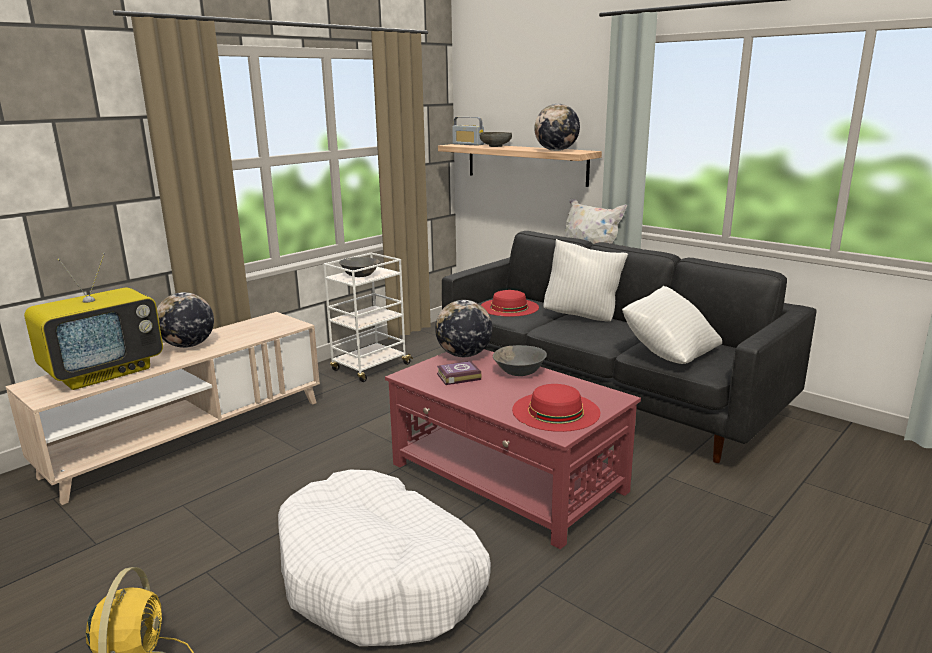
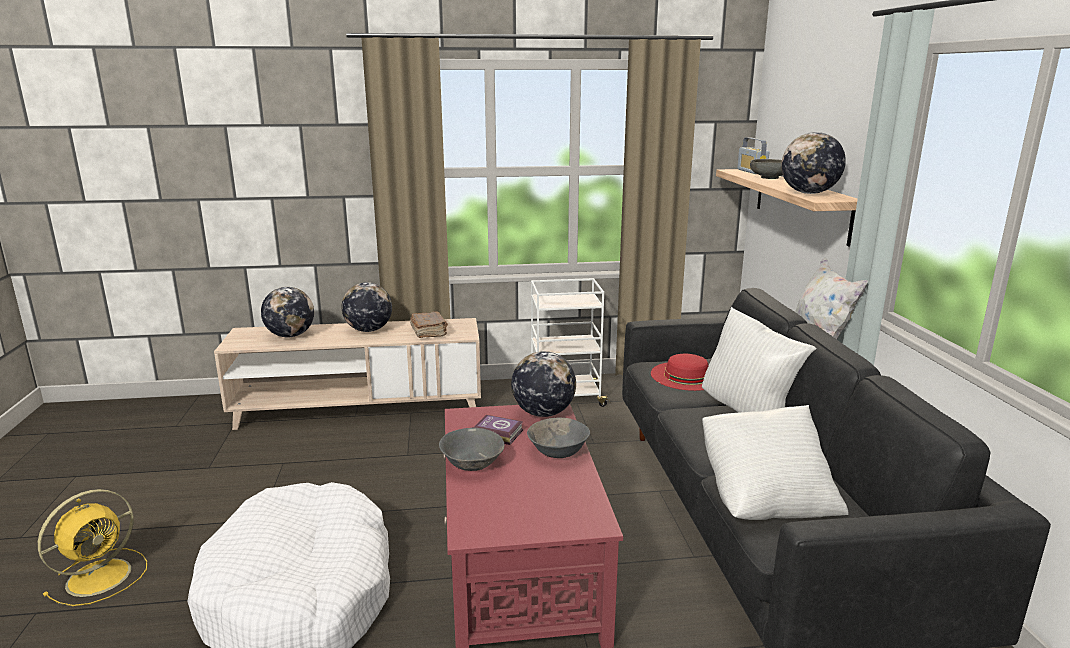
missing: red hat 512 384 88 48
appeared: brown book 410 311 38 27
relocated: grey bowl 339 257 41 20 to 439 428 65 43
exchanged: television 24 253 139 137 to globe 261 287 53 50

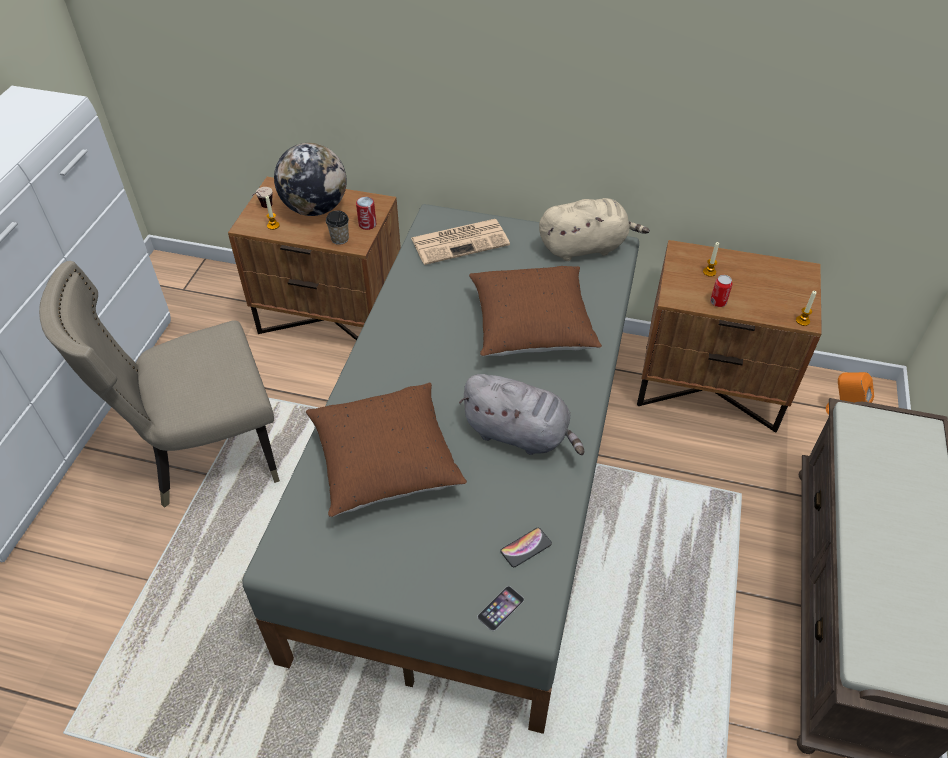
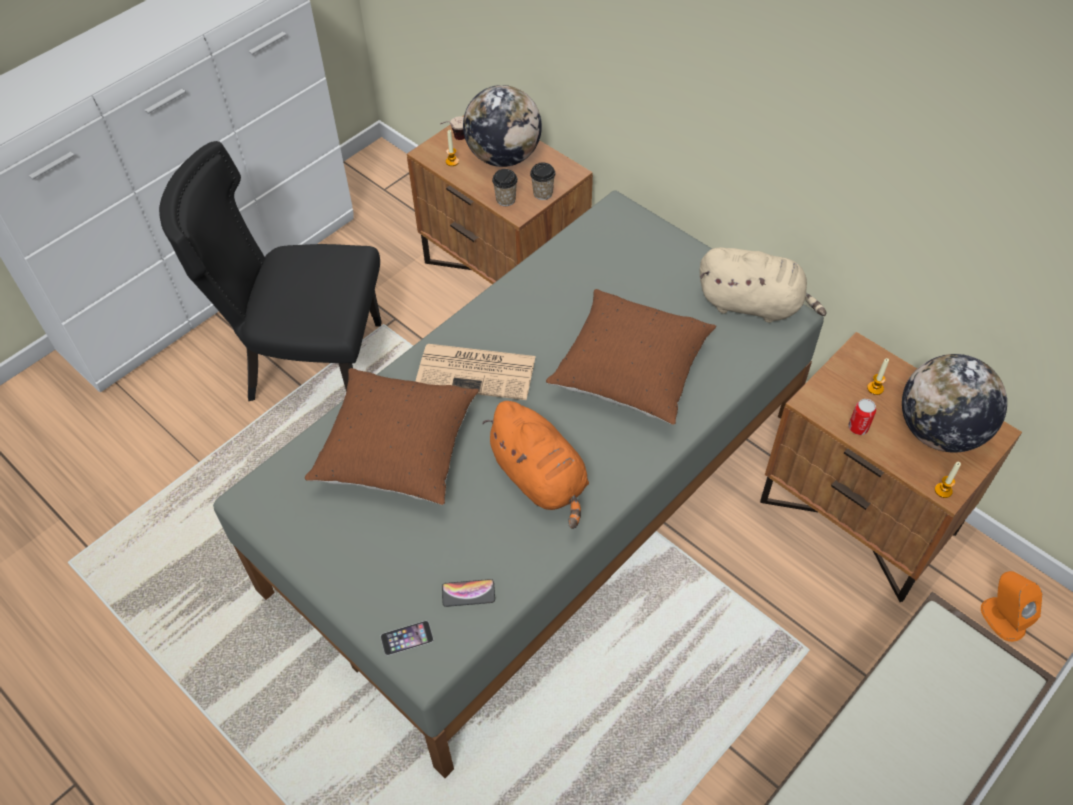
appeared: globe 902 354 105 99
relocated: newspaper 411 219 99 46 to 415 344 121 56
exchanged: can 356 197 20 33 to cup 530 163 26 37
colour: beige chair 39 261 241 247 to black chair 159 141 223 260; grey plush toy 459 374 125 81 to orange plush toy 482 401 107 128

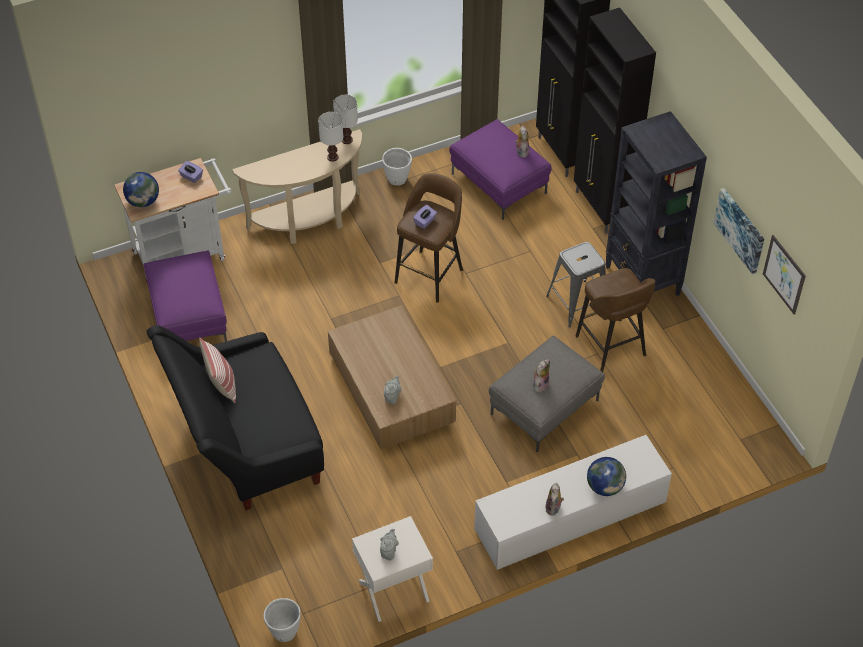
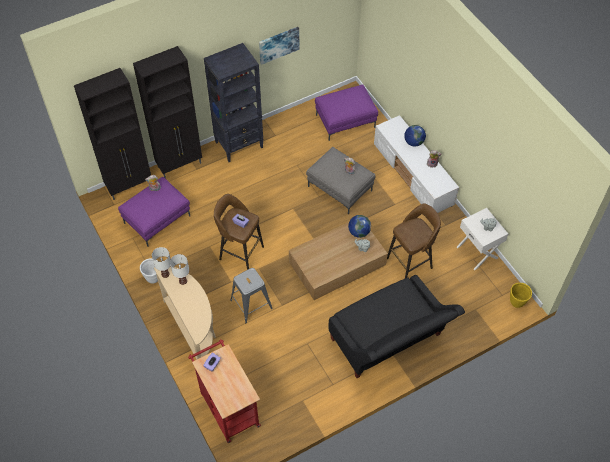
missing: pillow 199 337 37 66; picture 763 235 43 79
relocated: globe 123 172 36 35 to 348 215 23 23; purple ottoman 144 251 83 91 to 315 85 63 56; grey stool 546 242 60 85 to 230 268 43 55; brown stool 575 268 81 104 to 387 203 54 75
colour: white cart 114 158 118 123 to red cart 188 339 73 104; white planter 264 598 37 44 to yellow planter 510 283 22 25

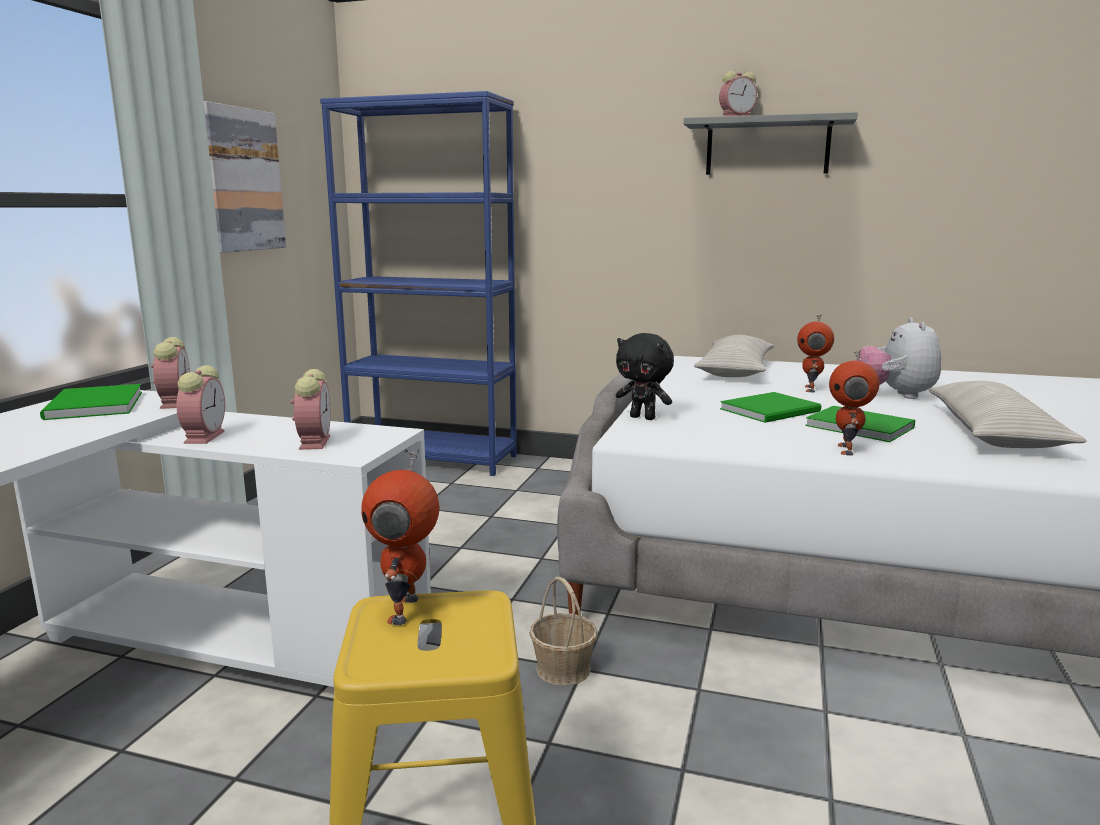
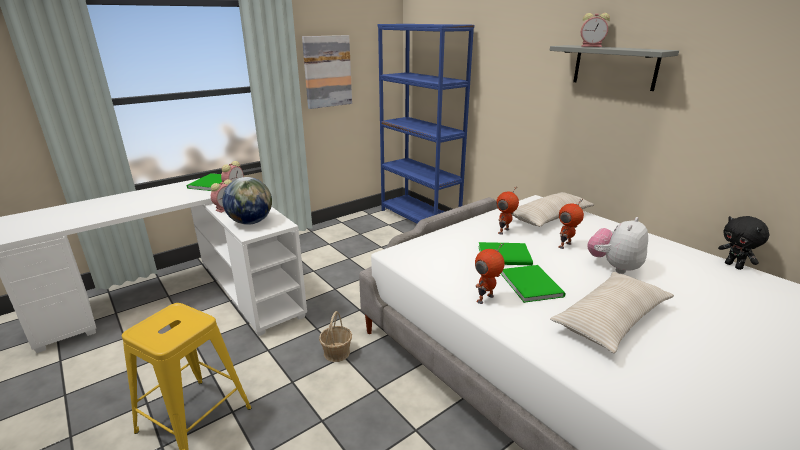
relocated: toy robot 361 449 78 176 to 496 187 23 48; black plush toy 616 333 58 87 to 718 216 51 54
exchanged: alarm clock 291 369 39 81 to globe 222 177 50 48

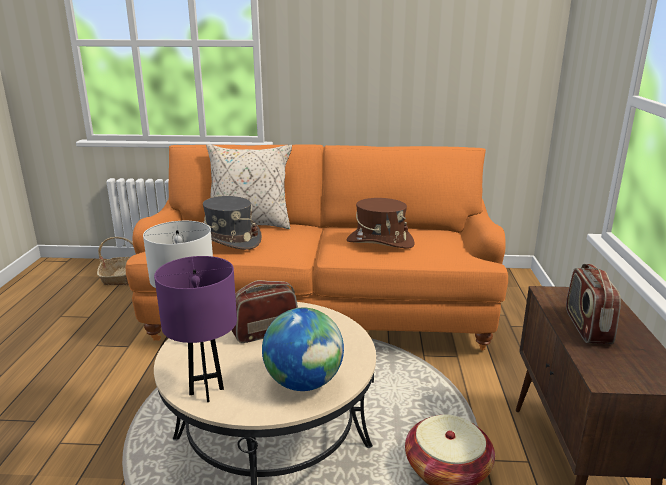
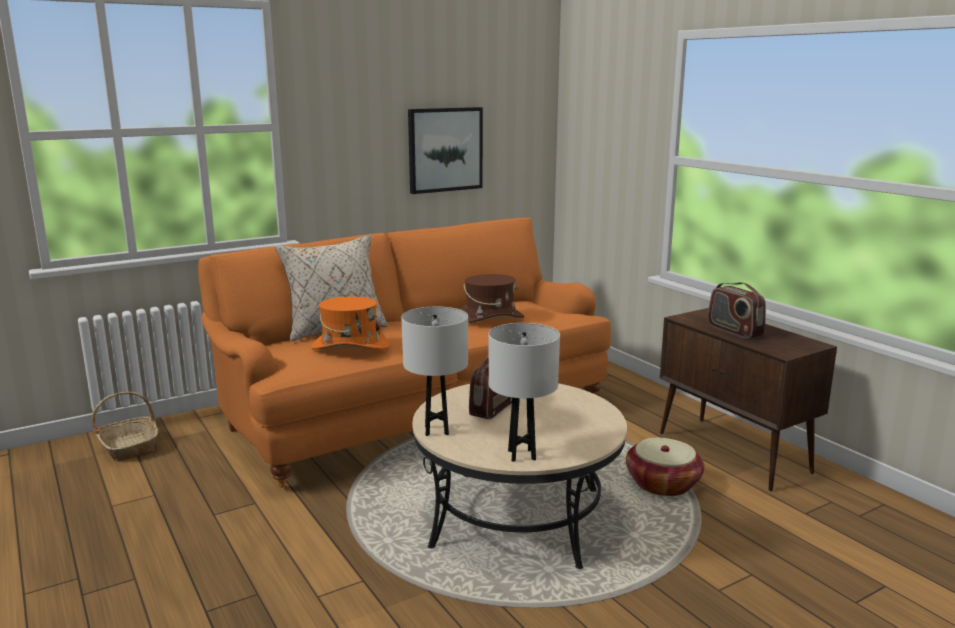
missing: globe 262 308 82 83
appeared: picture 408 107 75 87
colour: purple table lamp 154 256 83 146 to white table lamp 488 323 72 139; grey hat 203 196 59 54 to orange hat 311 297 78 53

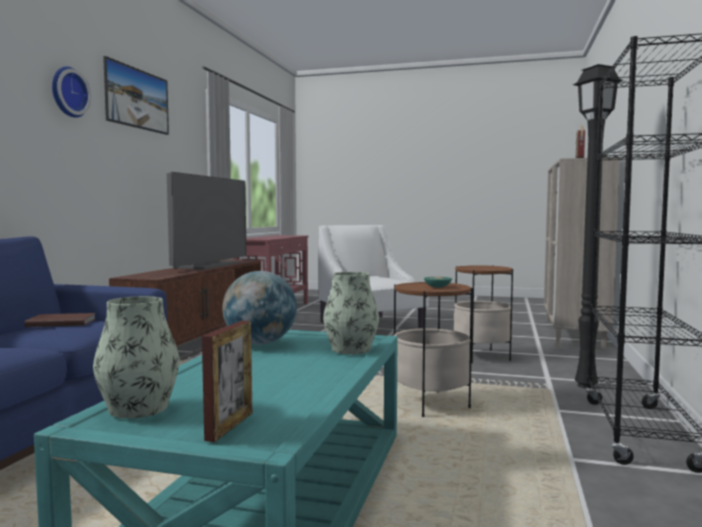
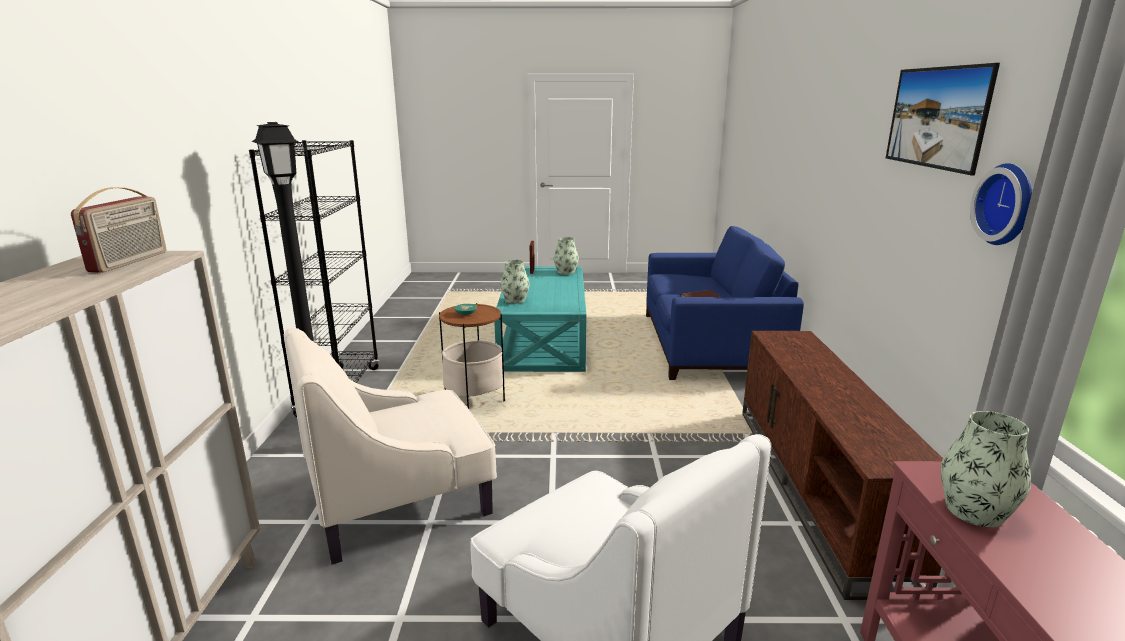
missing: television 167 172 80 97; globe 223 271 74 74
appeared: vase 941 411 90 116
relocated: wall clock 52 66 39 52 to 970 163 63 82
exchanged: side table 454 265 59 98 to beige armchair 284 328 213 237

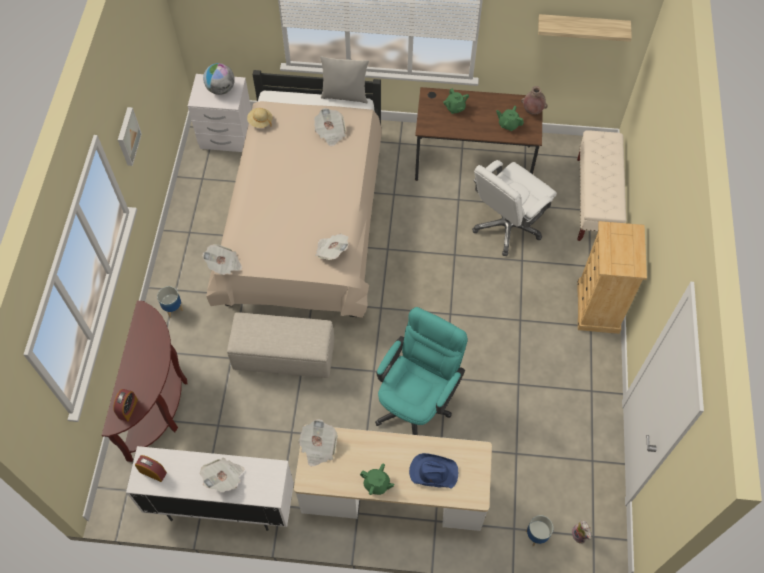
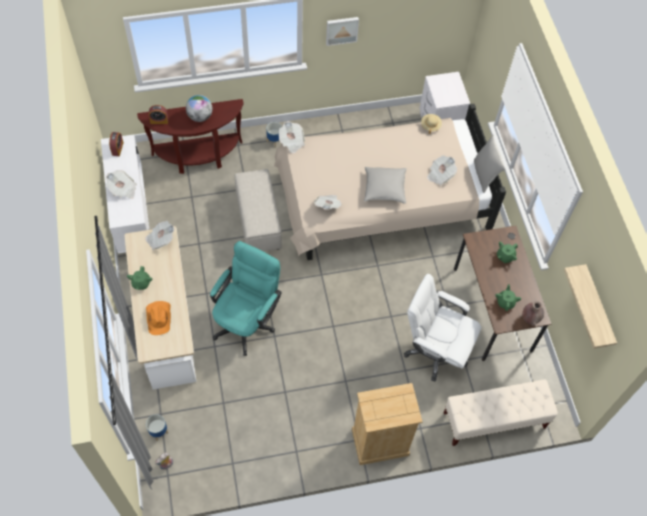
appeared: grey pillow 364 167 43 37
relocated: globe 203 63 32 32 to 186 95 27 27
colour: blue hat 409 453 49 35 to orange hat 146 301 25 34
spun: turquoise office chair 375 307 93 128 = 210 241 72 115 75 degrees counterclockwise

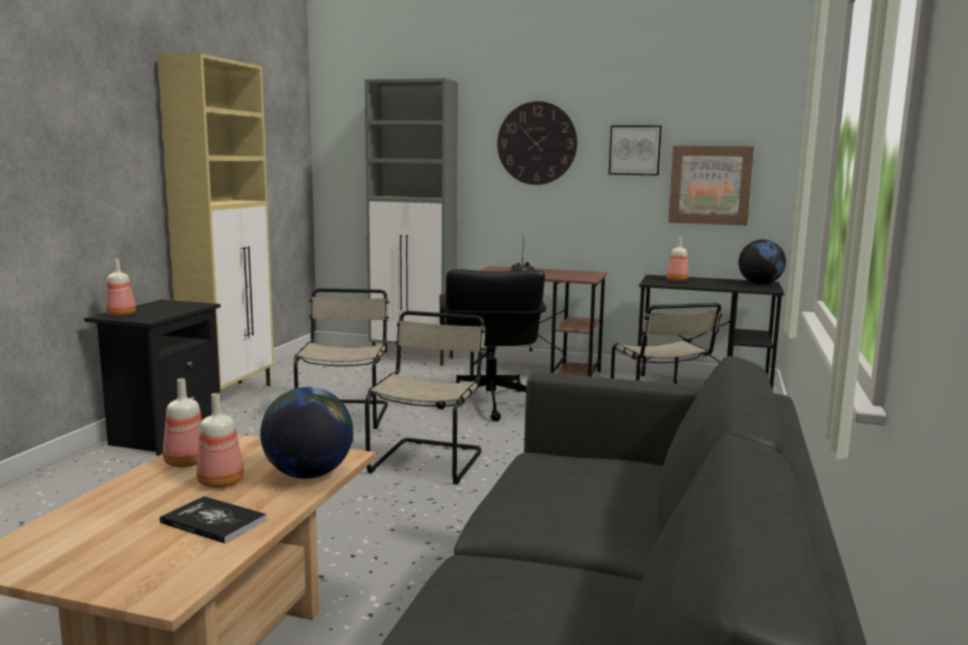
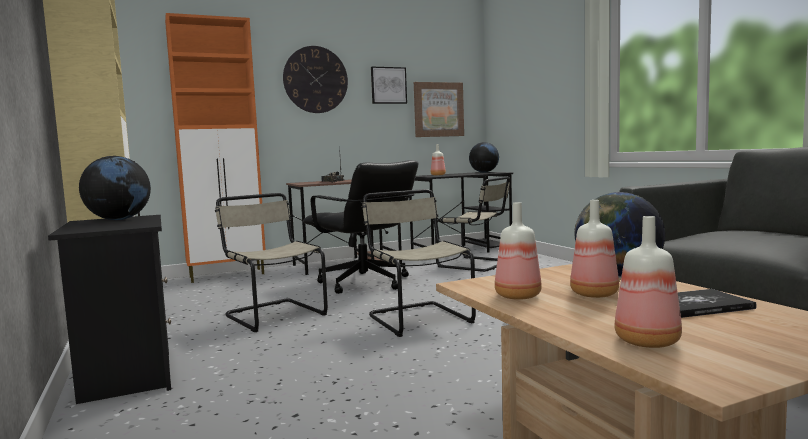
appeared: globe 79 156 72 64
relocated: bottle 106 259 30 58 to 615 216 67 132
colour: grey cabinet 365 78 93 288 to orange cabinet 165 13 100 270

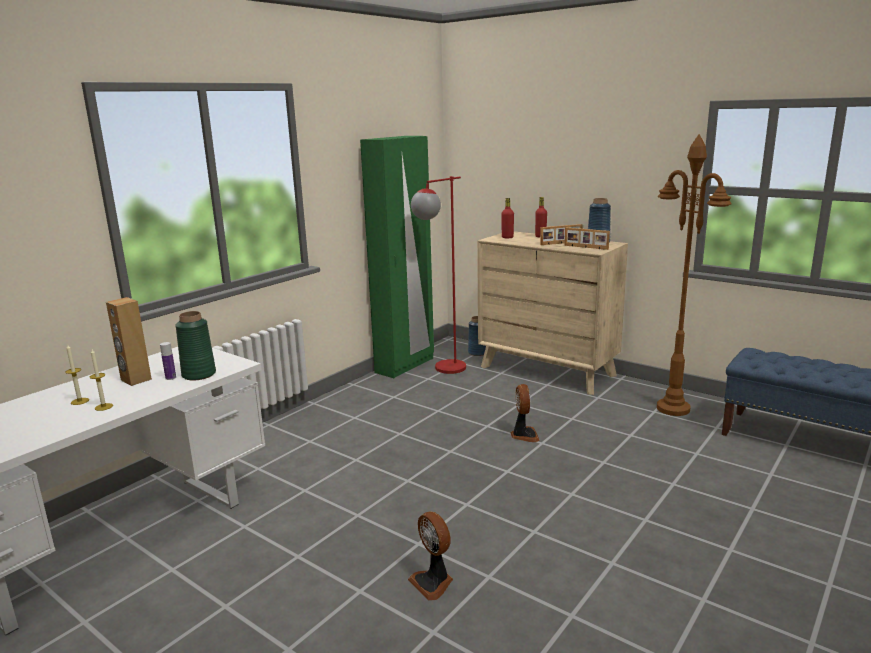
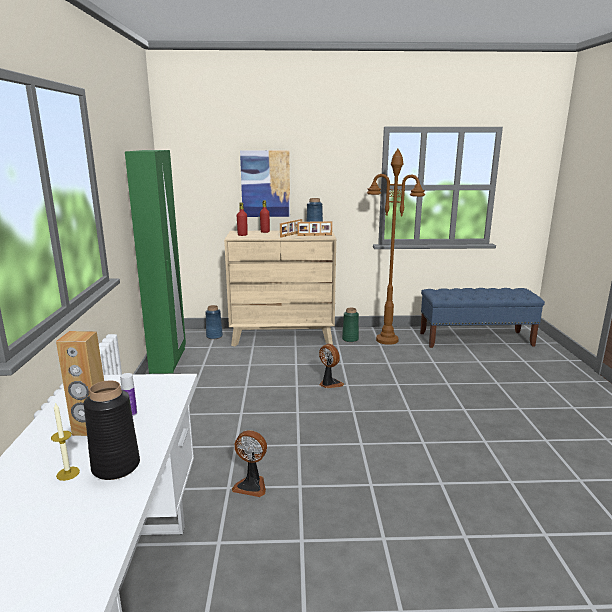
missing: red floor lamp 411 176 55 198
appeared: picture 240 150 50 67
relocated: green vase 175 311 41 69 to 342 308 17 34; fan 408 511 45 89 to 232 430 35 67
exchanged: candle 90 349 23 62 to black vase 83 380 57 100

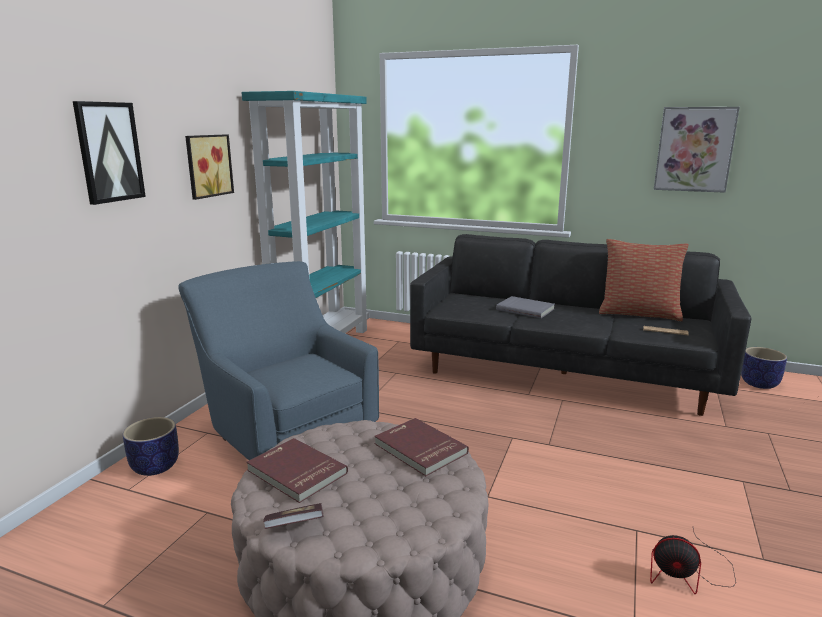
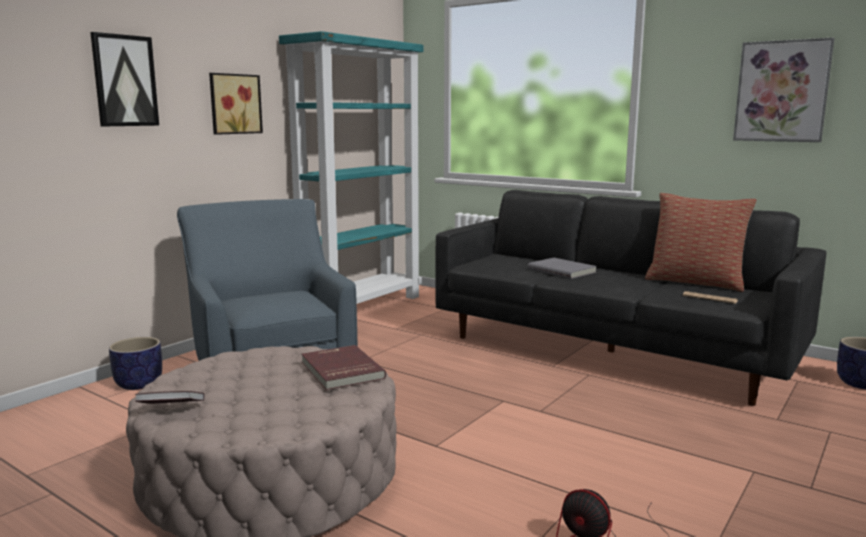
missing: red book 246 438 102 65

